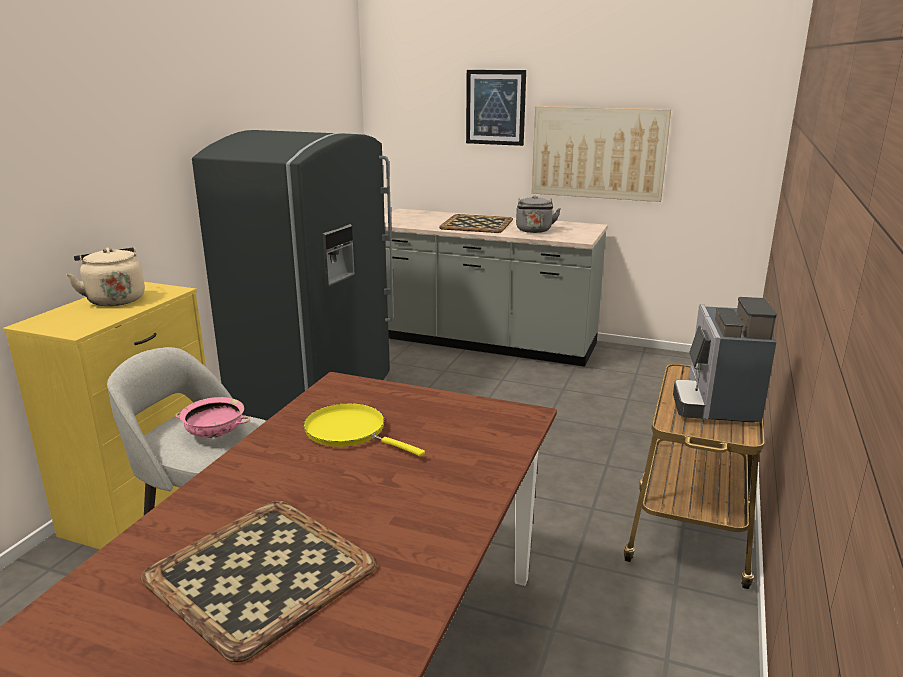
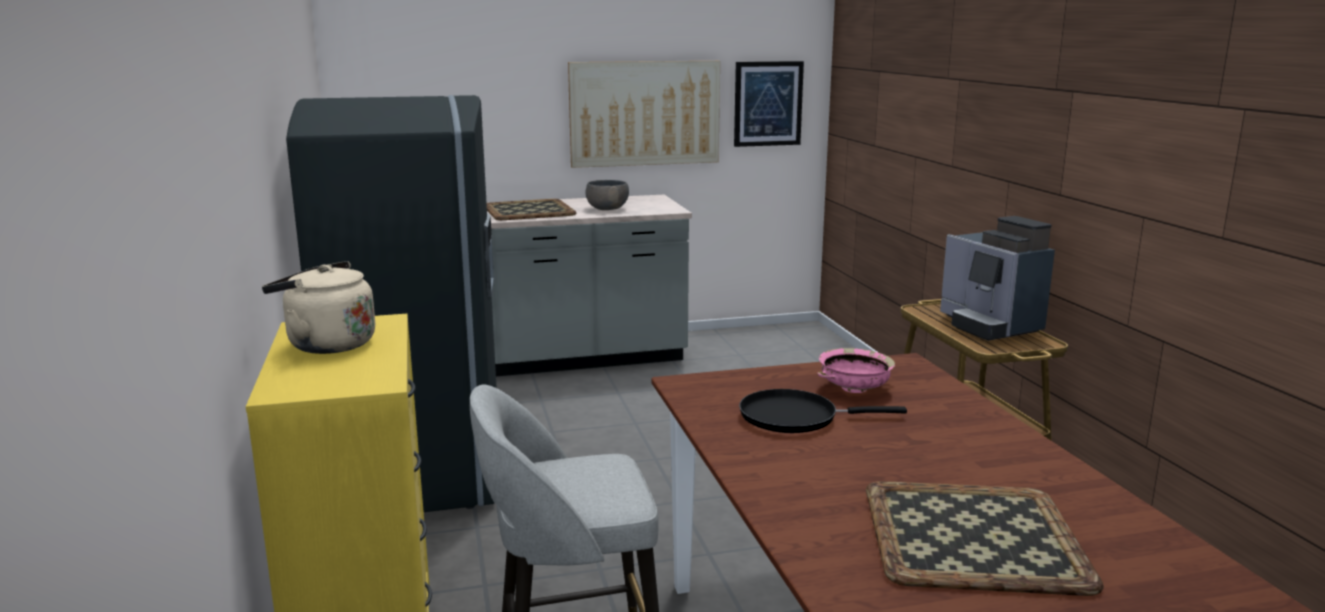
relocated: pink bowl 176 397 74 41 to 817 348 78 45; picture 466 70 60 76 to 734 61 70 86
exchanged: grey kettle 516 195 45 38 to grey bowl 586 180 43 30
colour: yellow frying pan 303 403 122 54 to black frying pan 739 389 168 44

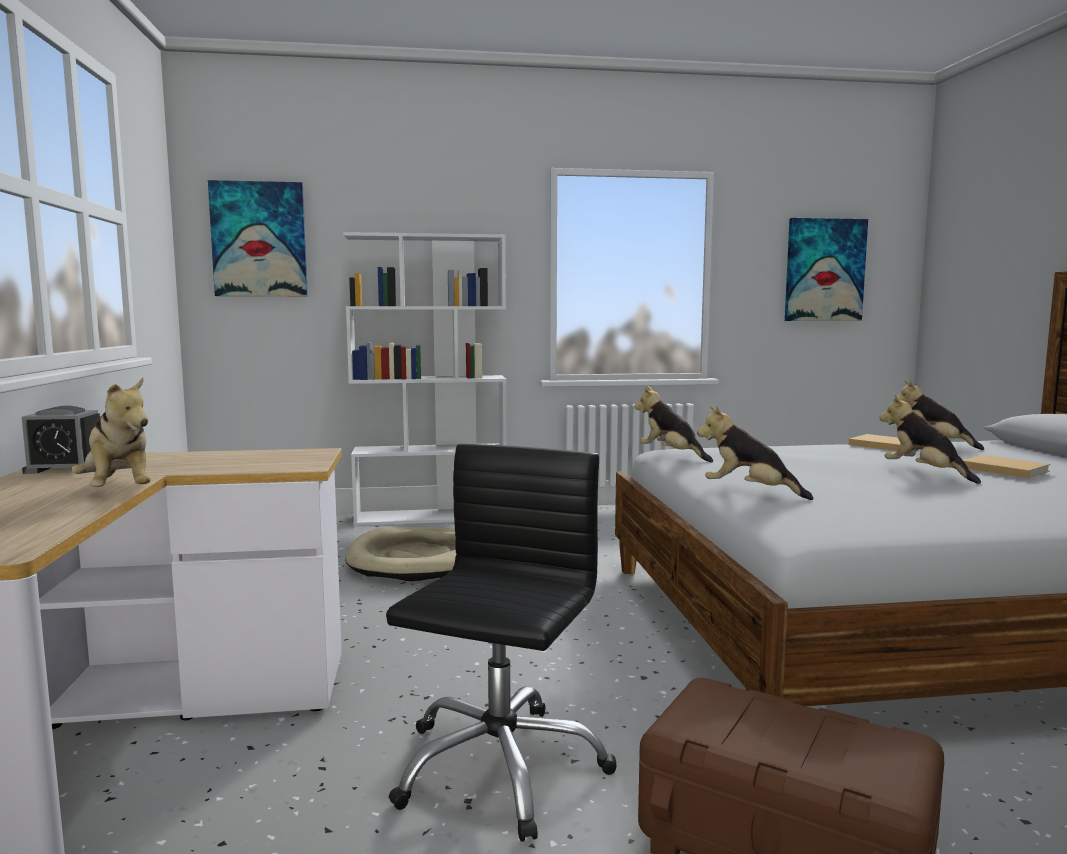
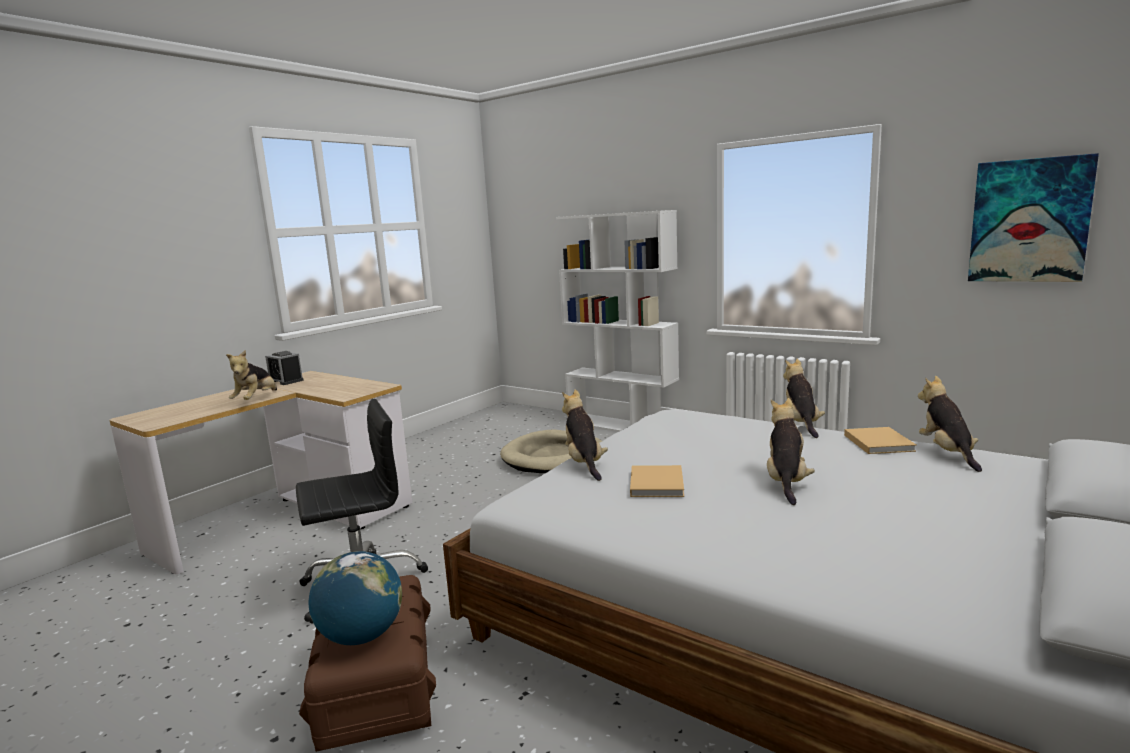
missing: picture 208 180 100 116
appeared: globe 309 551 93 94
relocated: plush toy 634 386 79 77 to 783 359 42 79; beige book 963 455 87 23 to 630 465 54 32

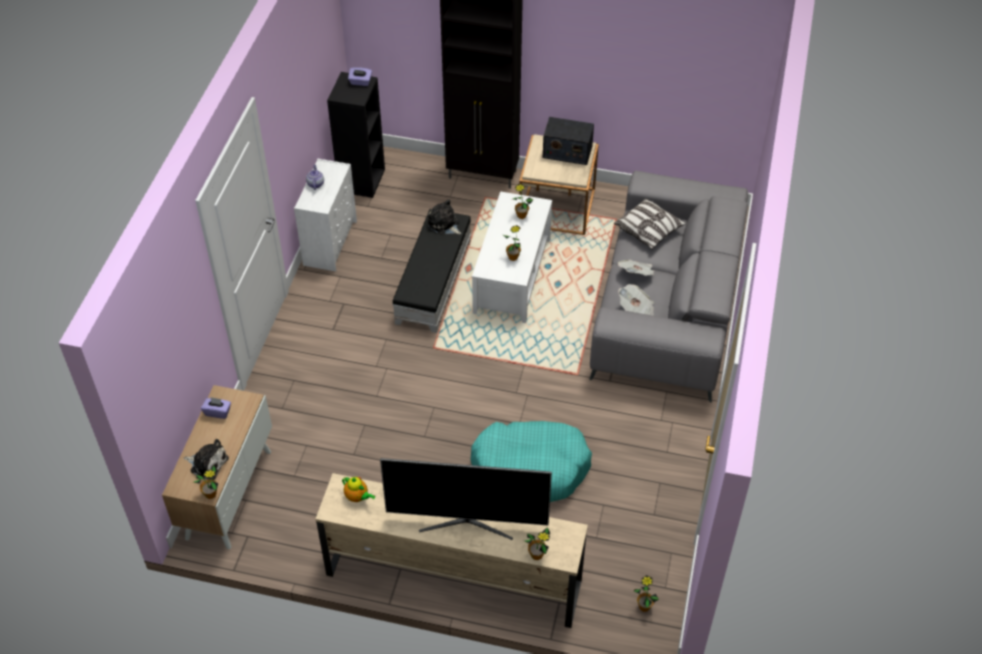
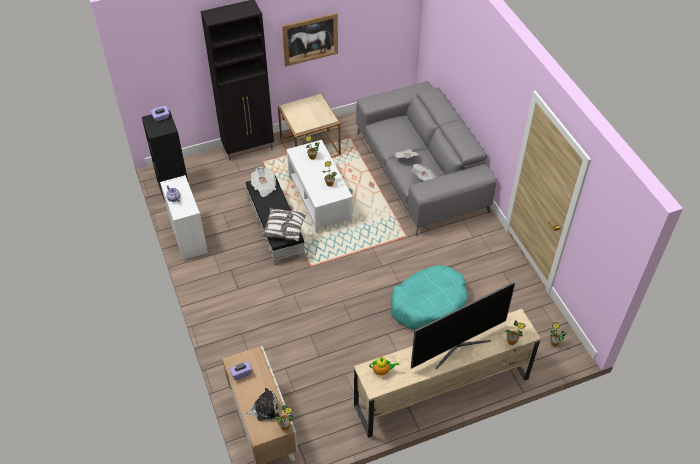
missing: radio 543 117 51 48
appeared: picture 282 13 56 54
relocated: pillow 614 199 72 50 to 262 208 45 33
exchanged: plush toy 427 199 34 36 to newspaper 251 167 25 30

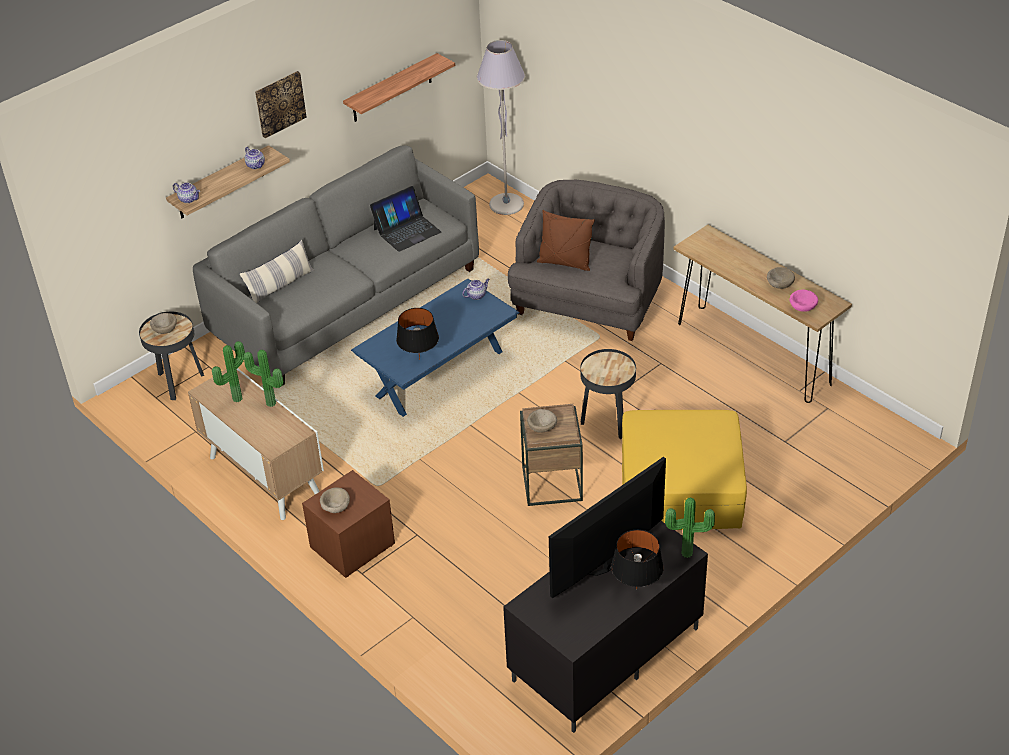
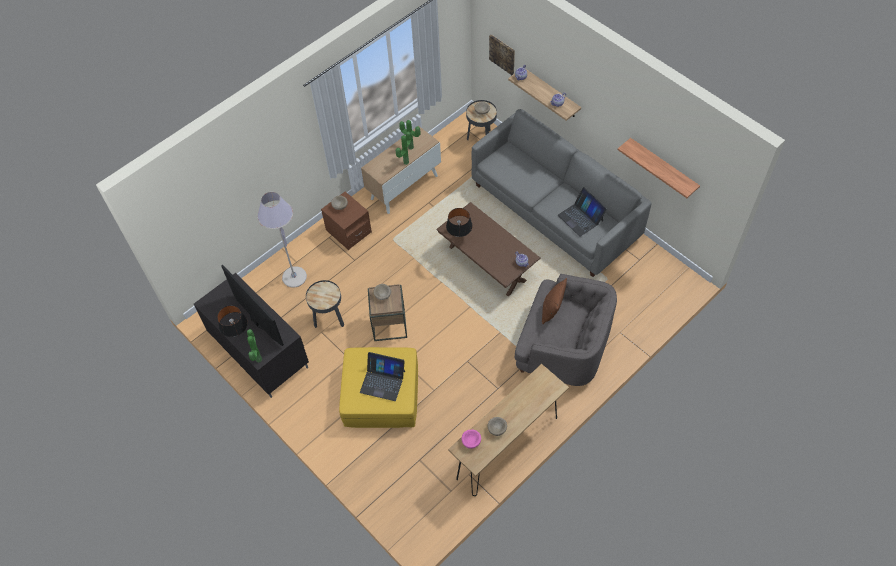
missing: pillow 240 240 74 63
appeared: laptop 360 352 45 49
relocated: picture 255 71 52 67 to 489 34 26 41; grey floor lamp 477 40 48 175 to 257 192 50 96; black side table 580 349 56 90 to 306 280 38 48
colour: blue coffee table 351 279 169 138 to brown coffee table 436 202 105 94

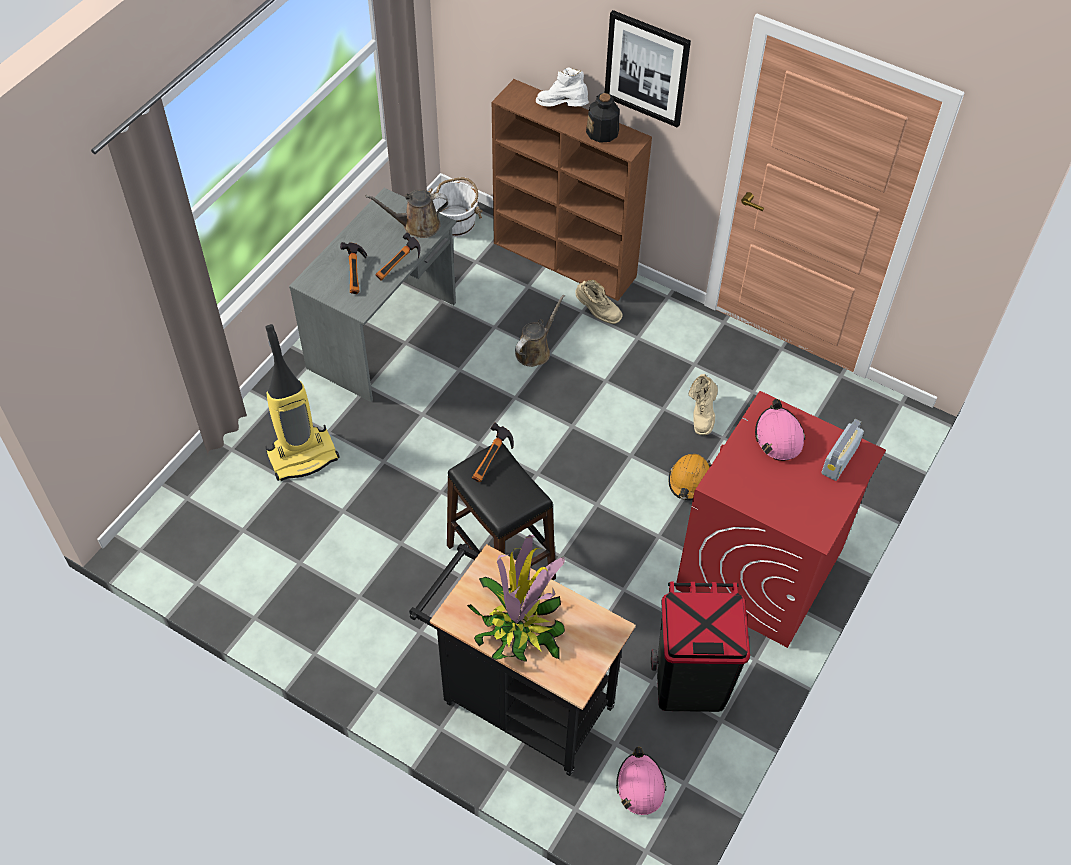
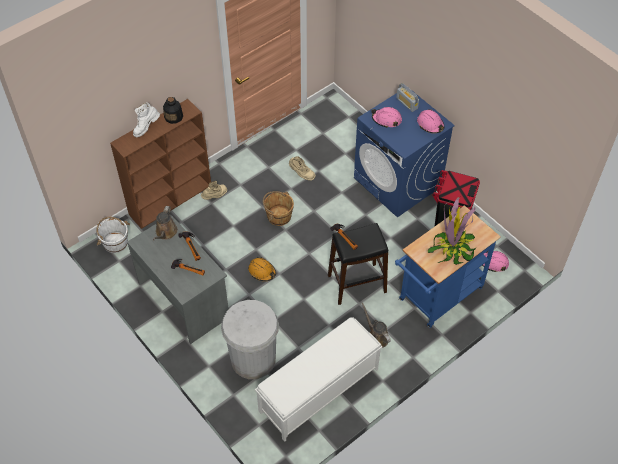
missing: picture 605 10 86 118
appeared: white bench 255 317 127 125; brown bucket 263 191 31 35; pink hard hat 417 109 28 24
relocated: brown watering can 515 295 50 72 to 361 302 30 46; orange hard hat 668 454 43 47 to 248 257 28 24
exchanged: vacuum cleaner 265 324 75 157 to white trash can 221 300 58 79
colour: black cart 409 543 227 233 to blue cart 395 205 106 123; red washing machine 675 391 211 257 to blue washing machine 354 88 101 129

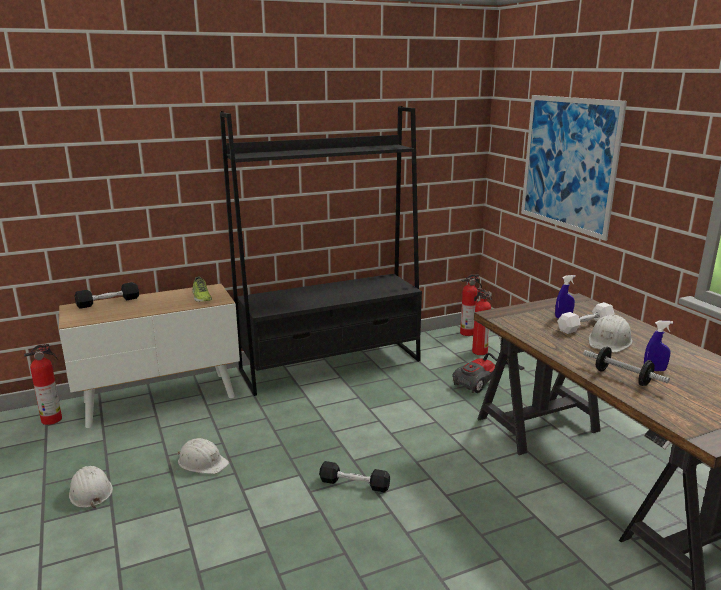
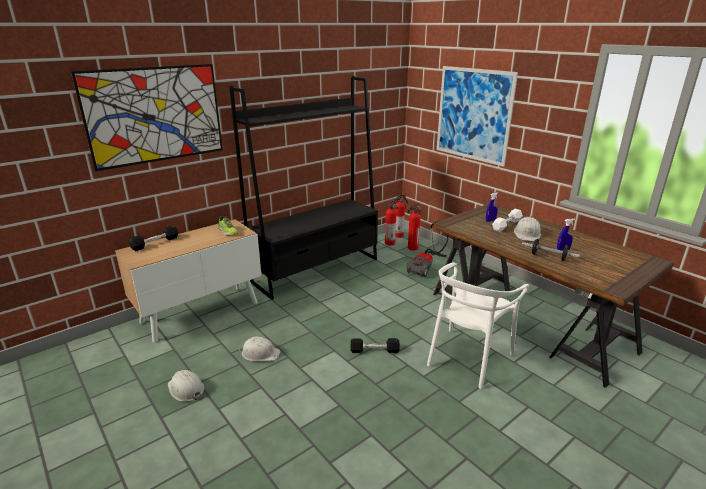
appeared: picture 71 64 152 107; white chair 427 263 102 126
relocated: fire extinguisher 24 343 38 82 to 385 200 13 45

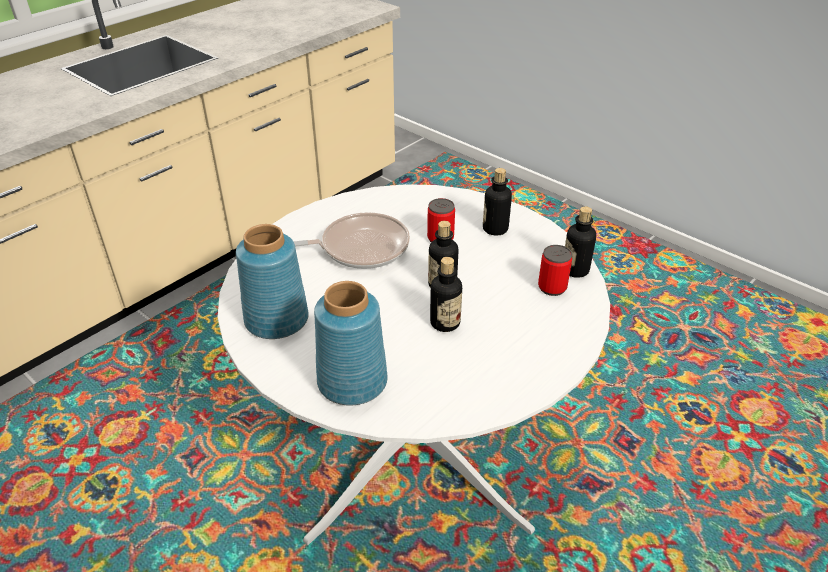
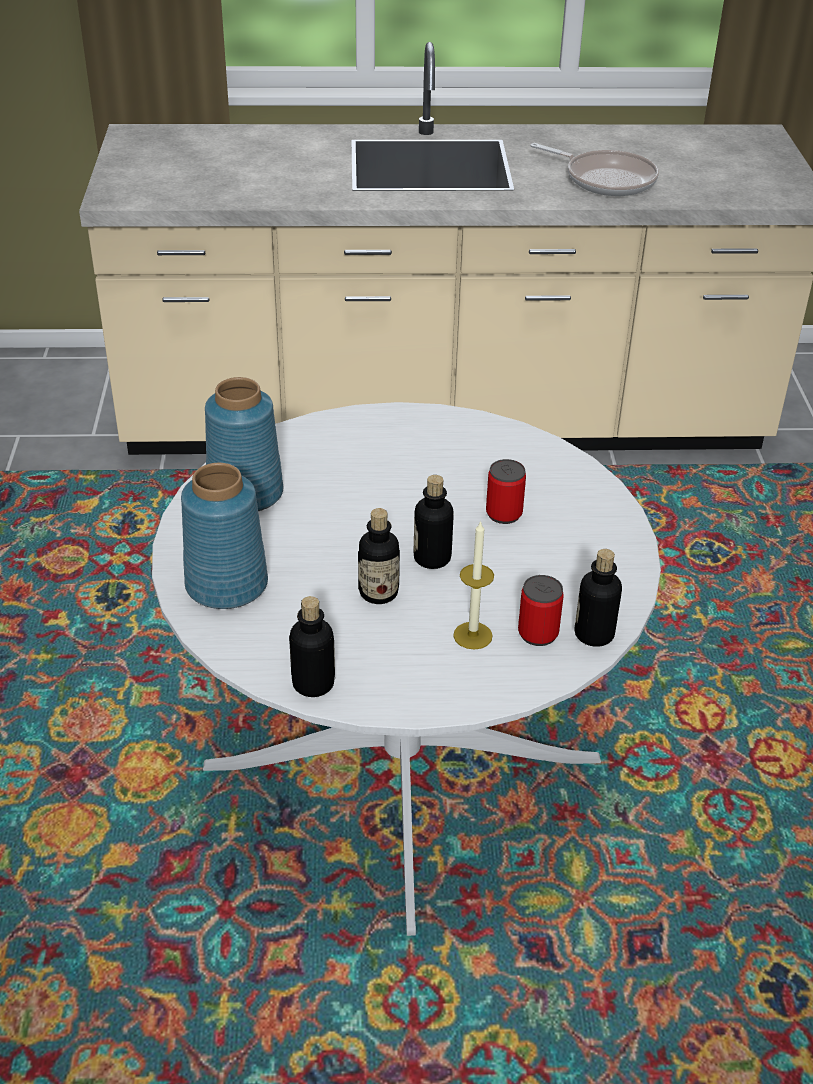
appeared: candle 453 520 41 130
relocated: frying pan 293 212 117 57 to 530 143 129 53; bottle 483 168 29 67 to 289 596 46 101

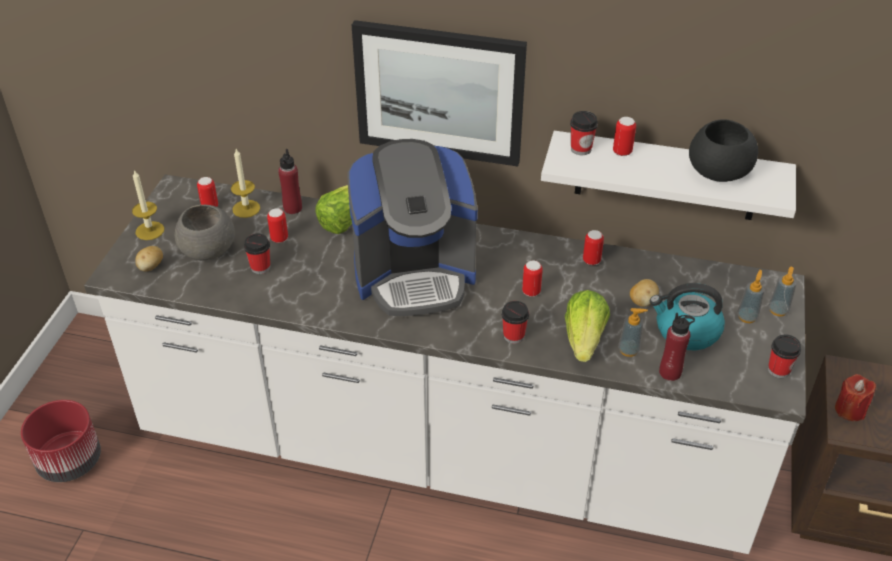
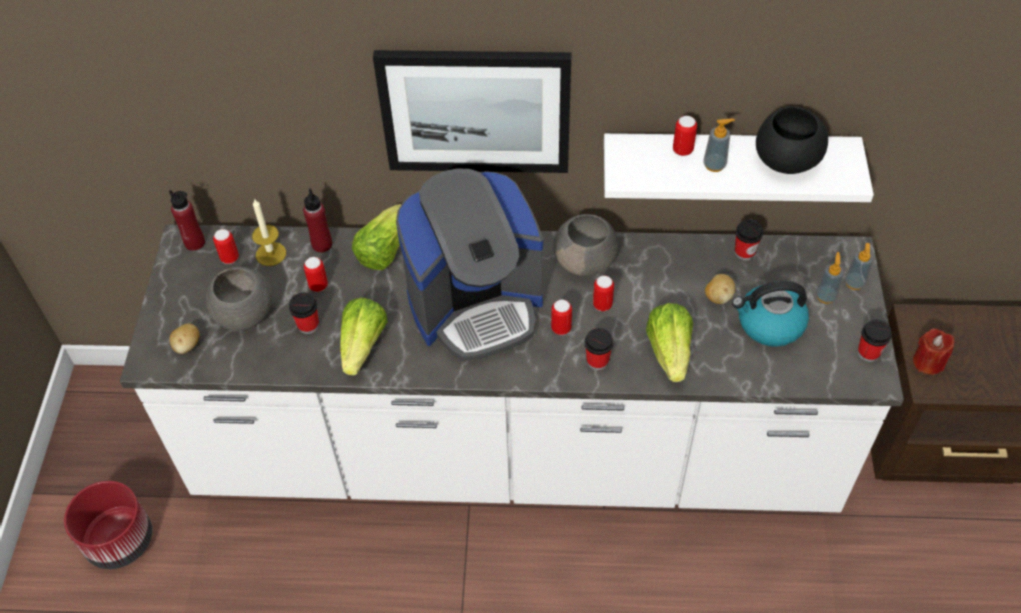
missing: candle 132 169 32 71
appeared: lettuce 340 298 48 78; grey bowl 553 214 65 62
relocated: cup 570 111 28 44 to 735 219 28 42; can 583 230 21 35 to 551 299 21 36; soap dispenser 618 308 30 49 to 703 119 32 53; red bottle 659 313 36 68 to 169 190 36 61

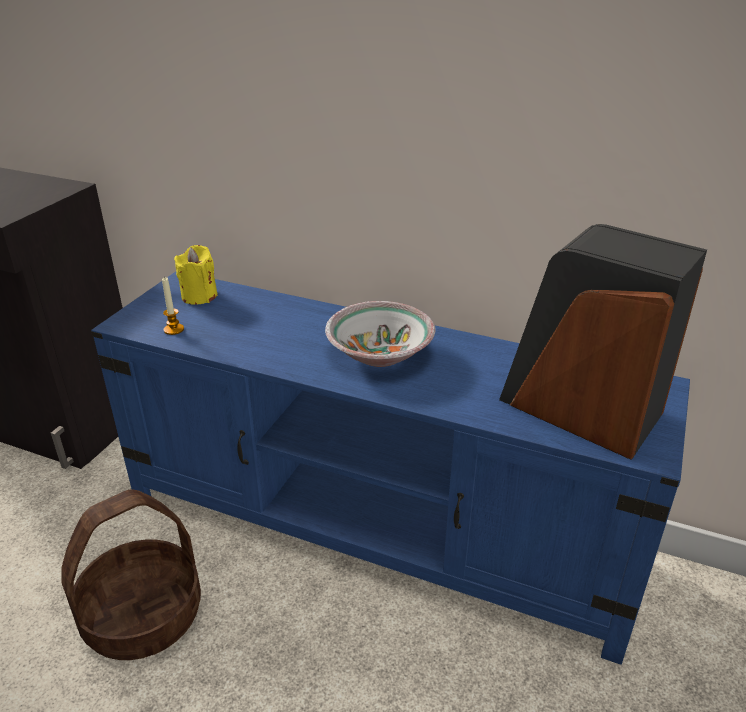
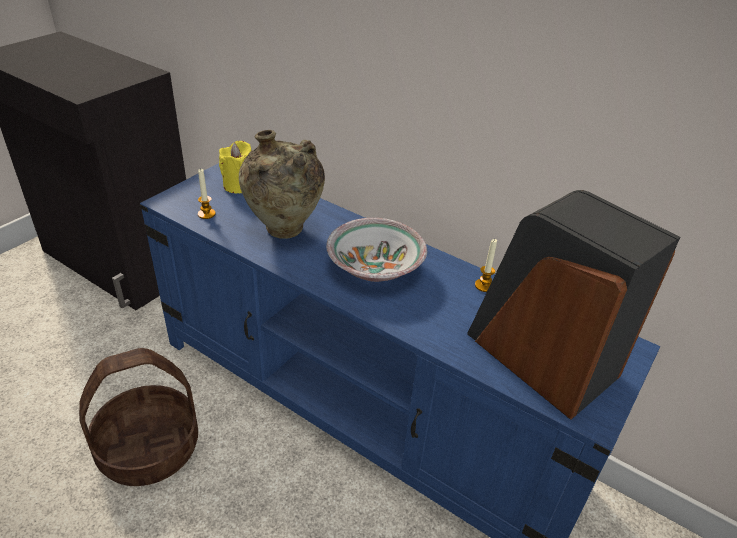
appeared: beige vase 239 130 86 109; candle 475 239 22 53

